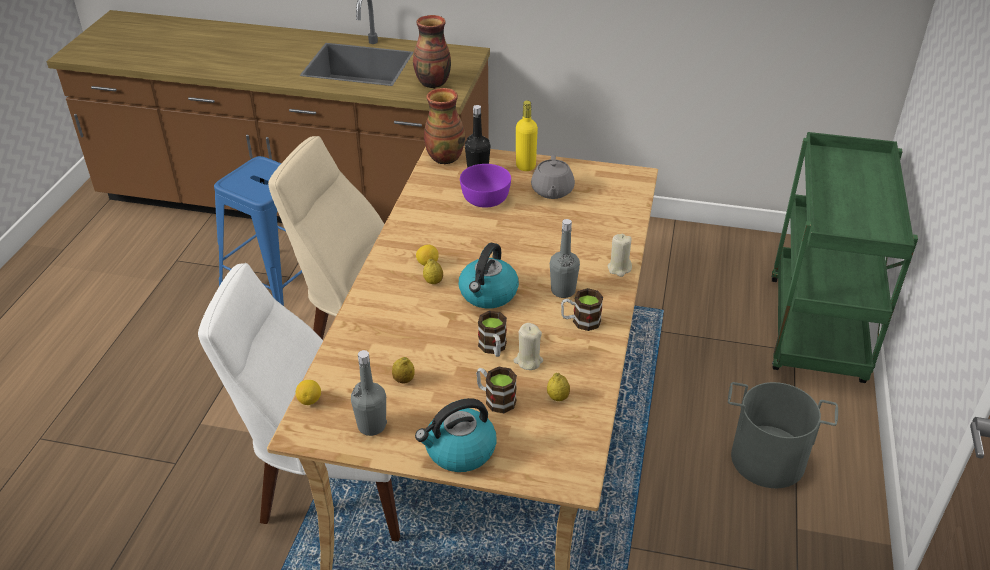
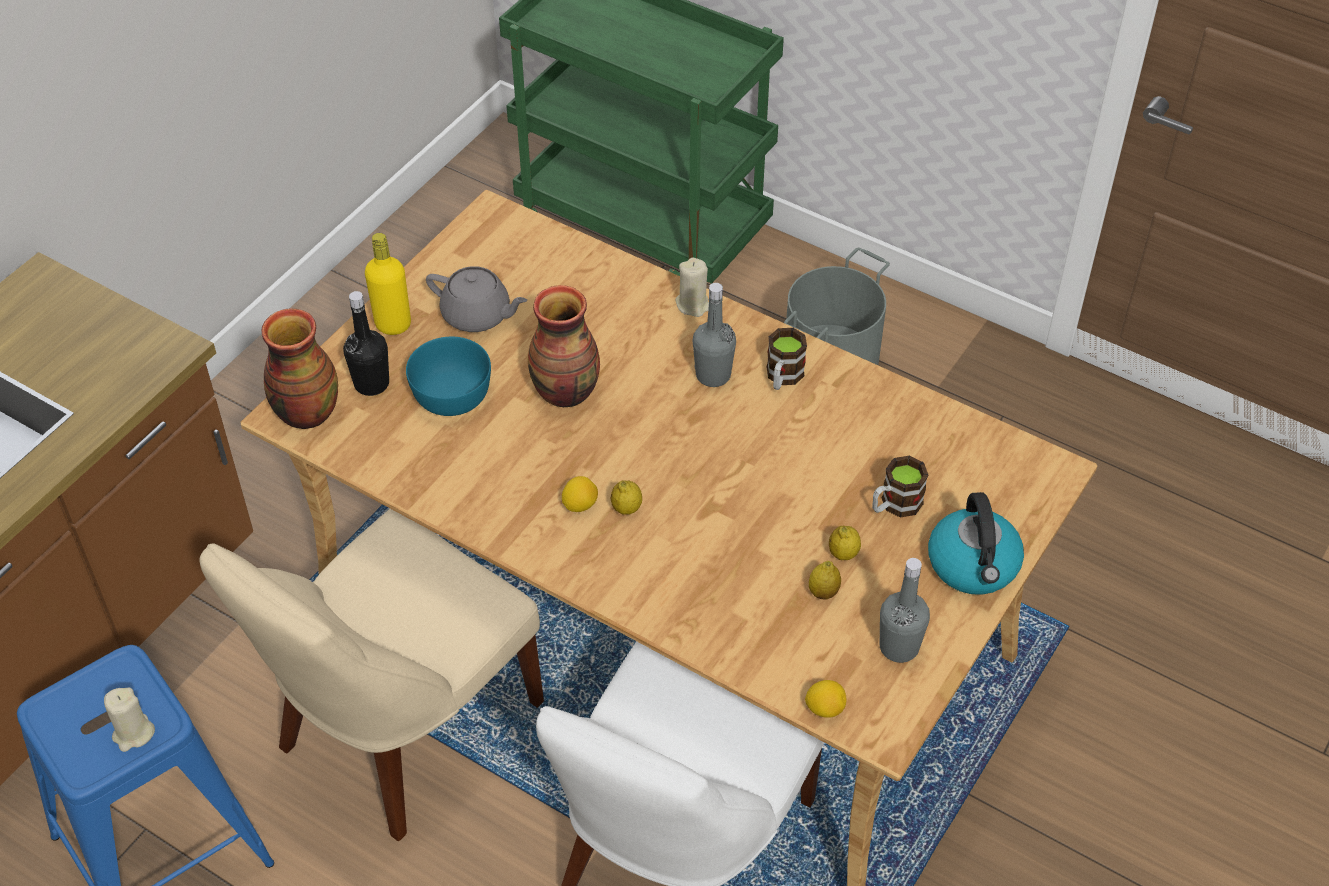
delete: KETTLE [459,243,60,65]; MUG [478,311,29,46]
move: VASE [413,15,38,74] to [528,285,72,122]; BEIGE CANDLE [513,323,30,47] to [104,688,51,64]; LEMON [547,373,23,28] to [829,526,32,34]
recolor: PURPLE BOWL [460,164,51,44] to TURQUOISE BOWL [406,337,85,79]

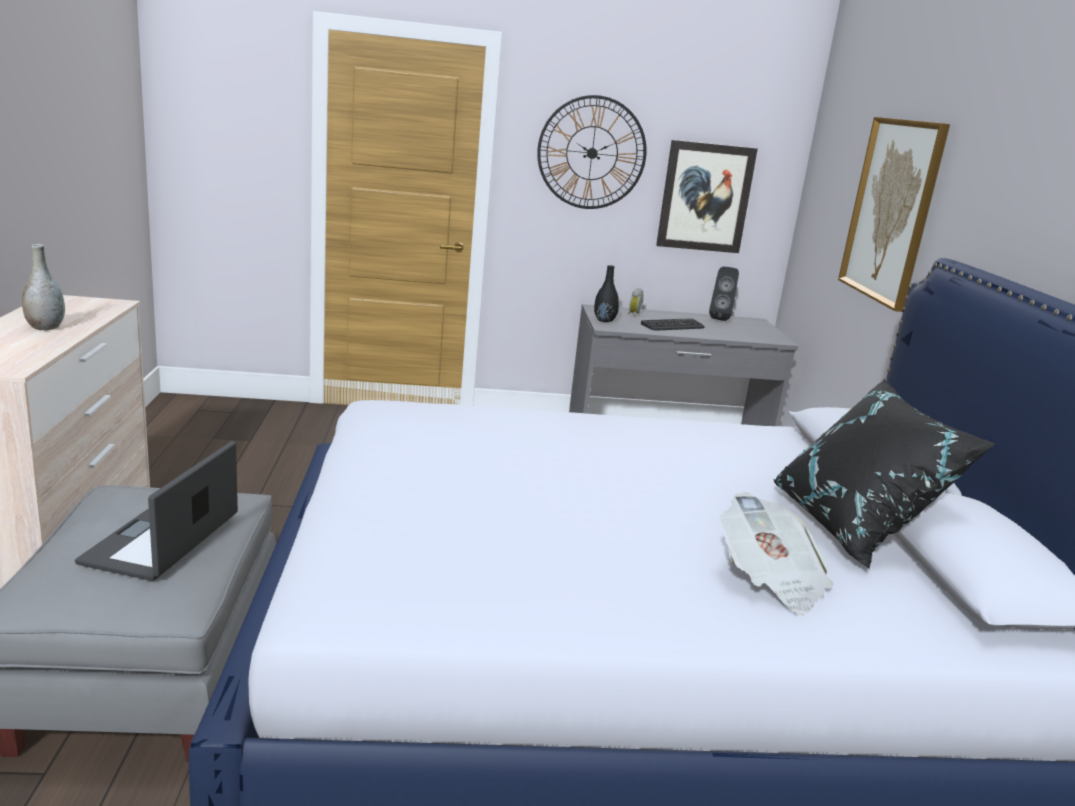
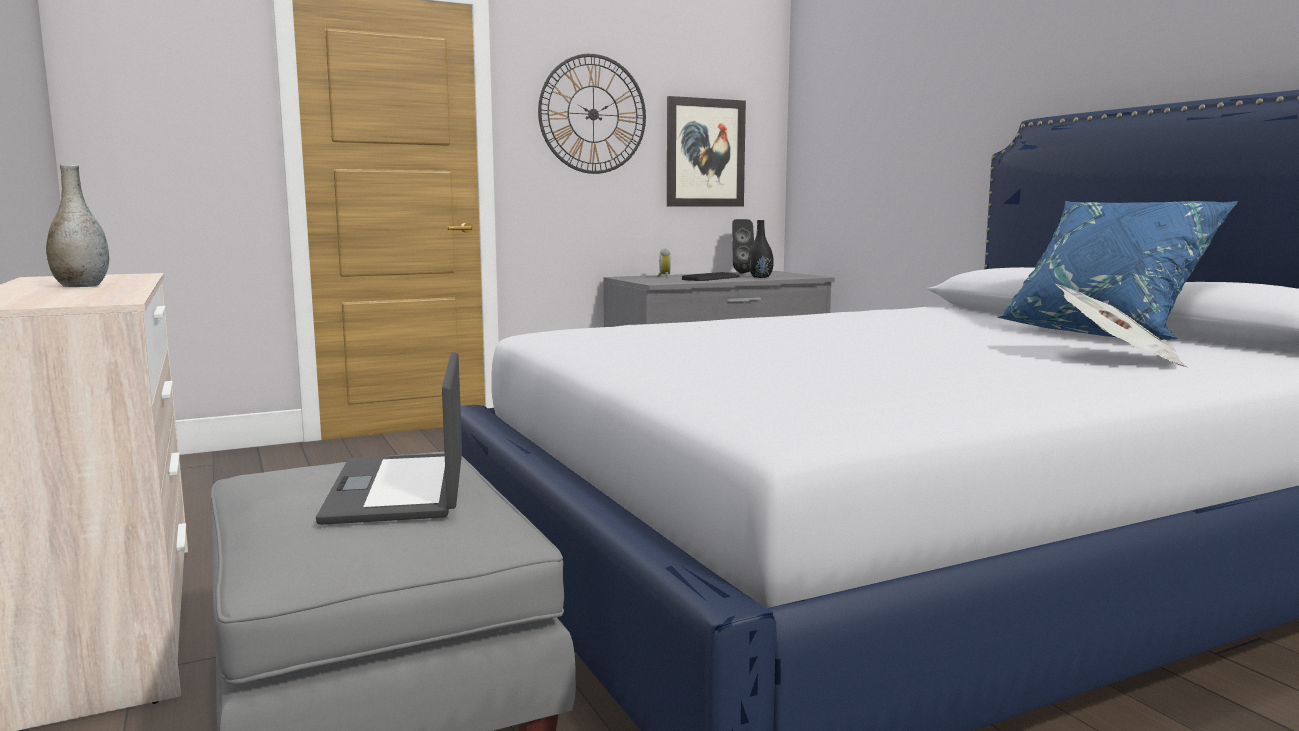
delete: PICTURE [838,117,112,195]
move: BLACK VASE [594,265,25,57] to [748,220,26,58]
recolor: BLACK PILLOW [773,379,223,190] to BLUE PILLOW [997,201,242,139]

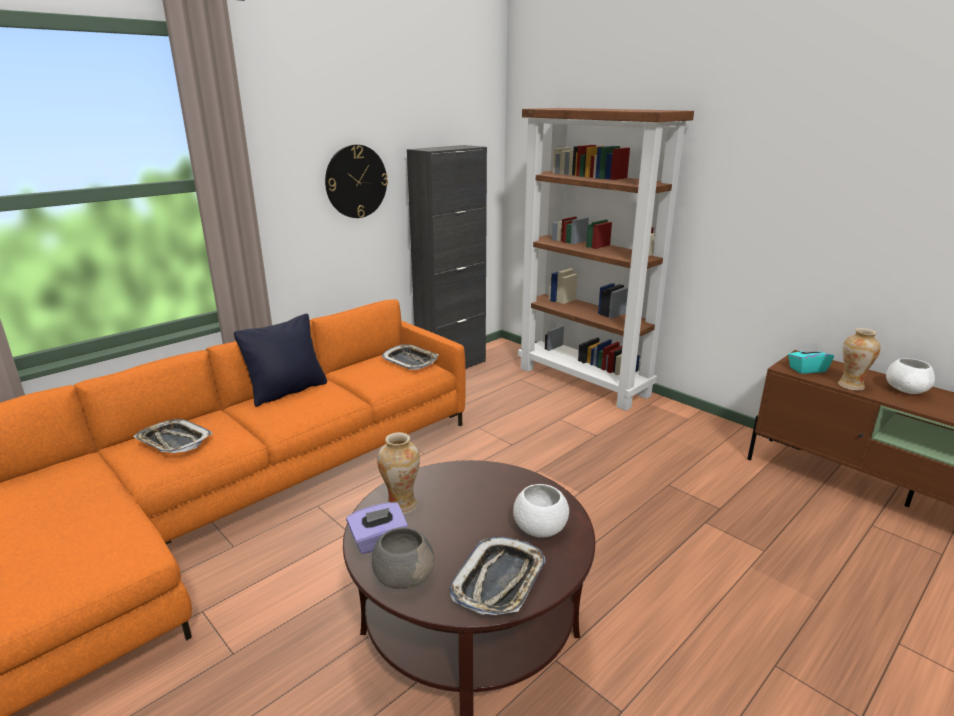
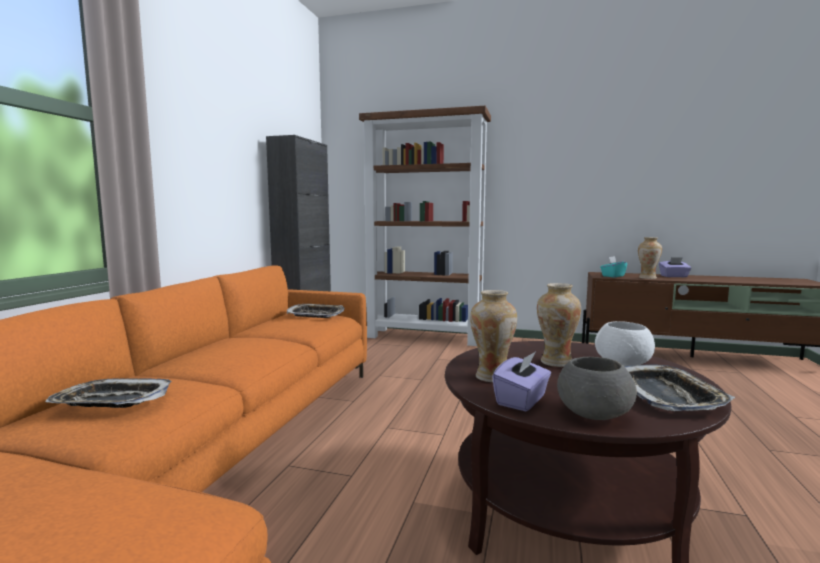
delete: WALL CLOCK [325,144,63,74]; BLACK PILLOW [234,313,93,94]
insert: VASE [537,283,44,84]
replace: WHITE BOWL [886,358,49,36] to PURPLE TISSUE BOX [659,257,32,20]

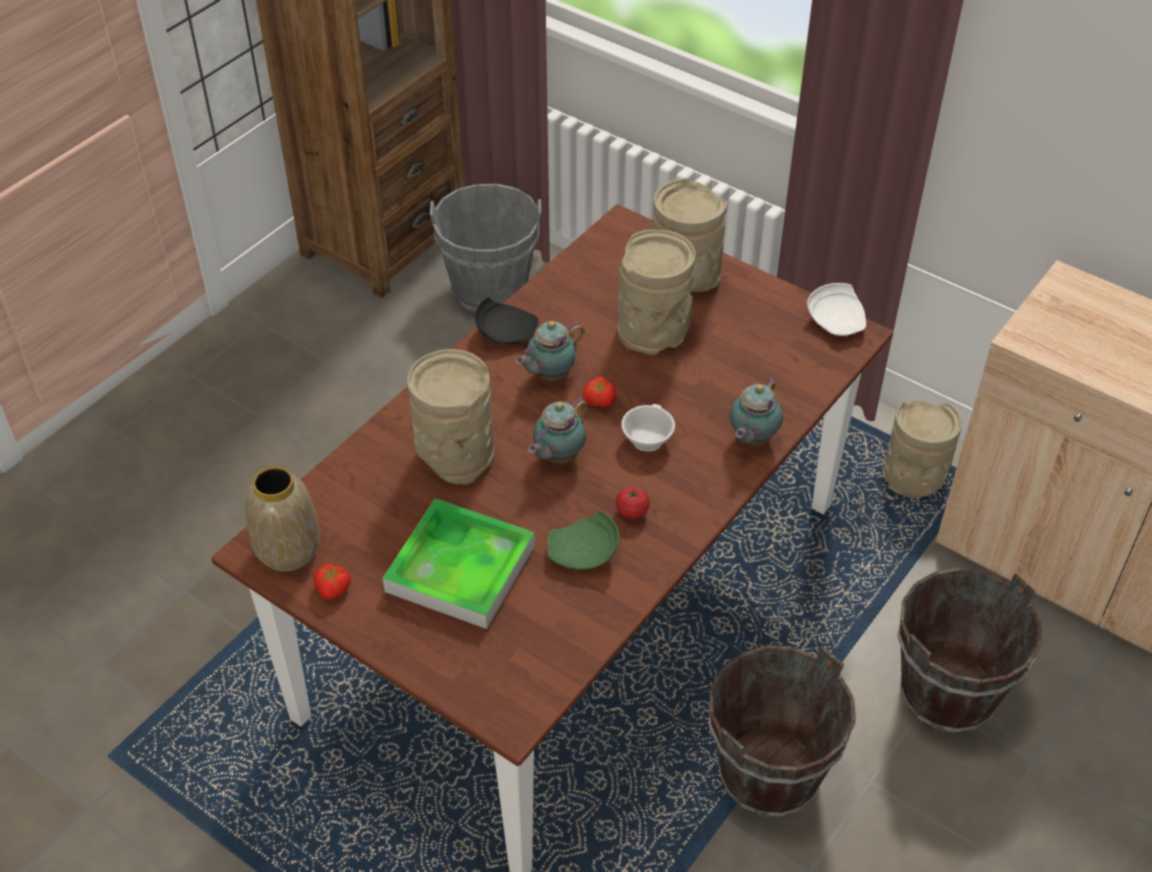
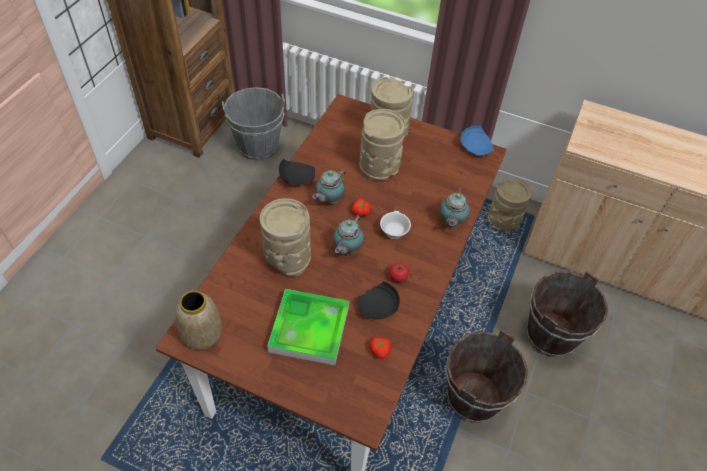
move: TOMATO [314,564,37,36] to [369,337,22,22]
recolor: WHITE PLATE [807,283,59,53] to BLUE PLATE [460,126,34,30]; GREEN PLATE [547,510,72,59] to BLACK PLATE [357,281,43,38]

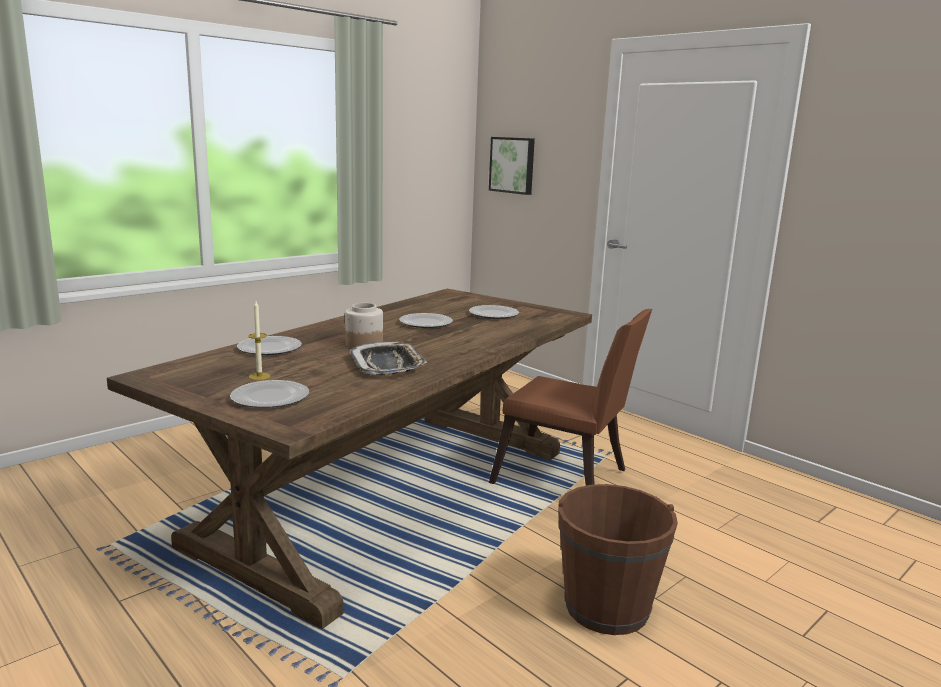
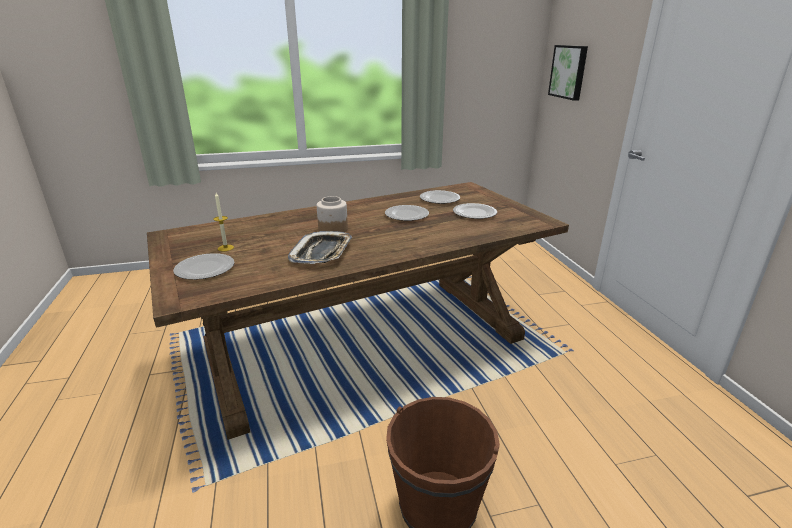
delete: BROWN CHAIR [489,309,163,177]
move: PLATE [237,336,65,19] to [420,190,40,14]

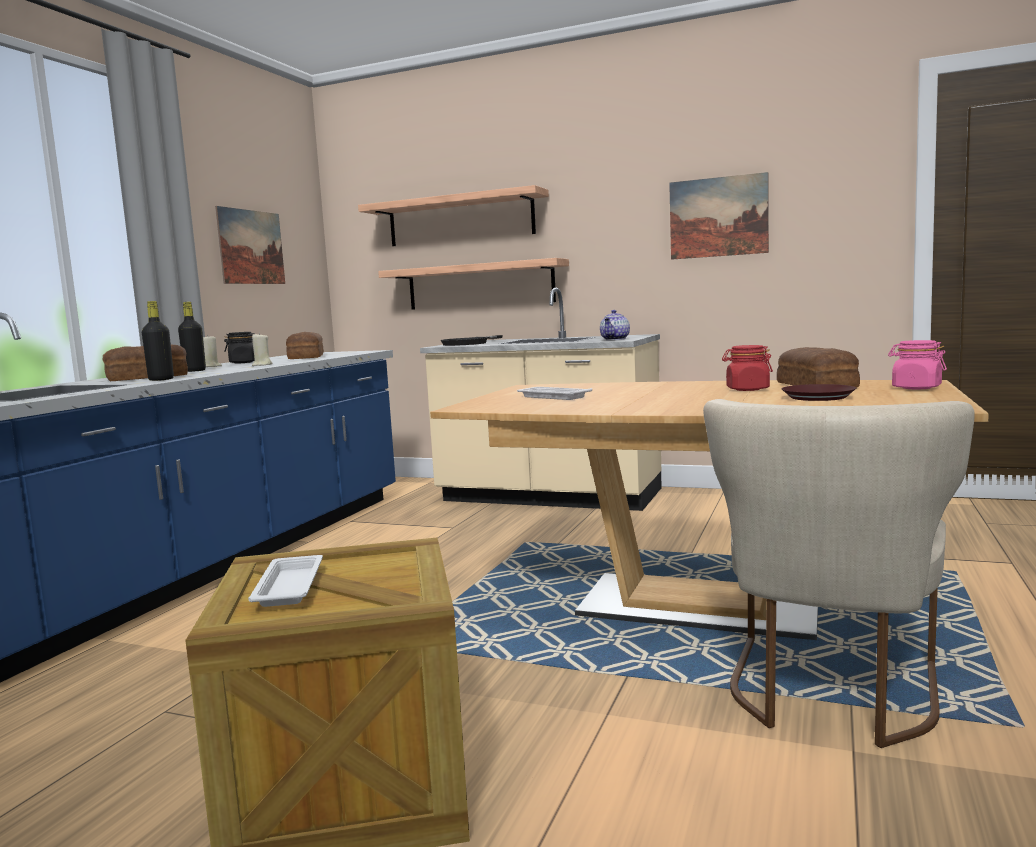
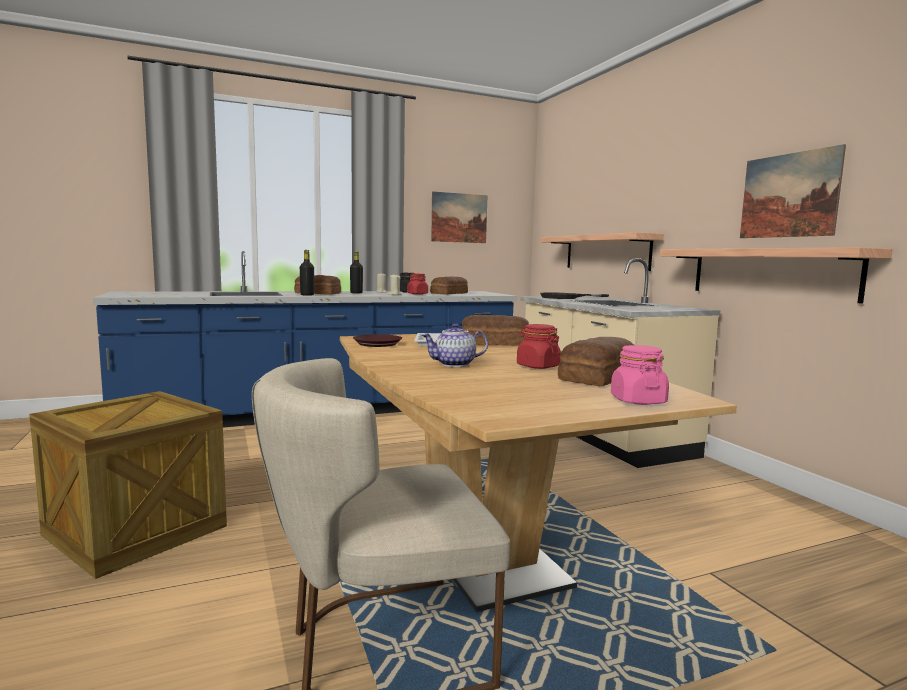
delete: WHITE TRAY [248,555,75,52]
insert: RED JAR [407,274,21,21]; BREAD [462,315,67,31]
move: SHELF [358,185,191,61] to [660,247,233,57]; TEAPOT [600,310,30,30] to [422,323,66,44]; BROWN PLATE [782,384,74,17] to [353,334,49,13]

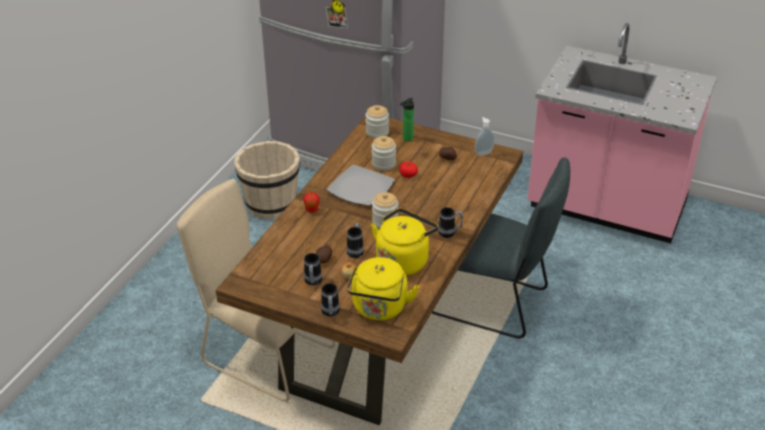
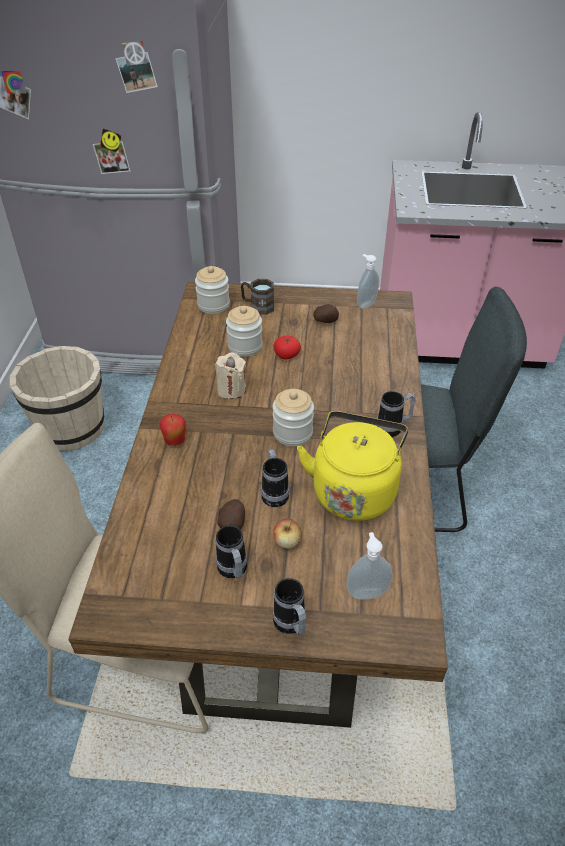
replace: BOTTLE [400,98,14,44] to BROWN MUG [241,279,33,36]; PLATE [327,165,68,41] to BEIGE CANDLE [215,352,31,47]; YELLOW KETTLE [347,257,72,63] to SOAP DISPENSER [346,532,46,68]

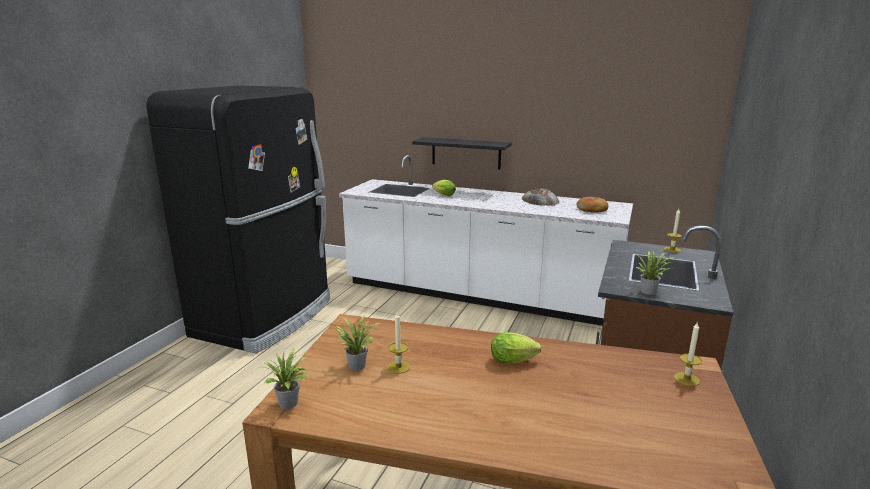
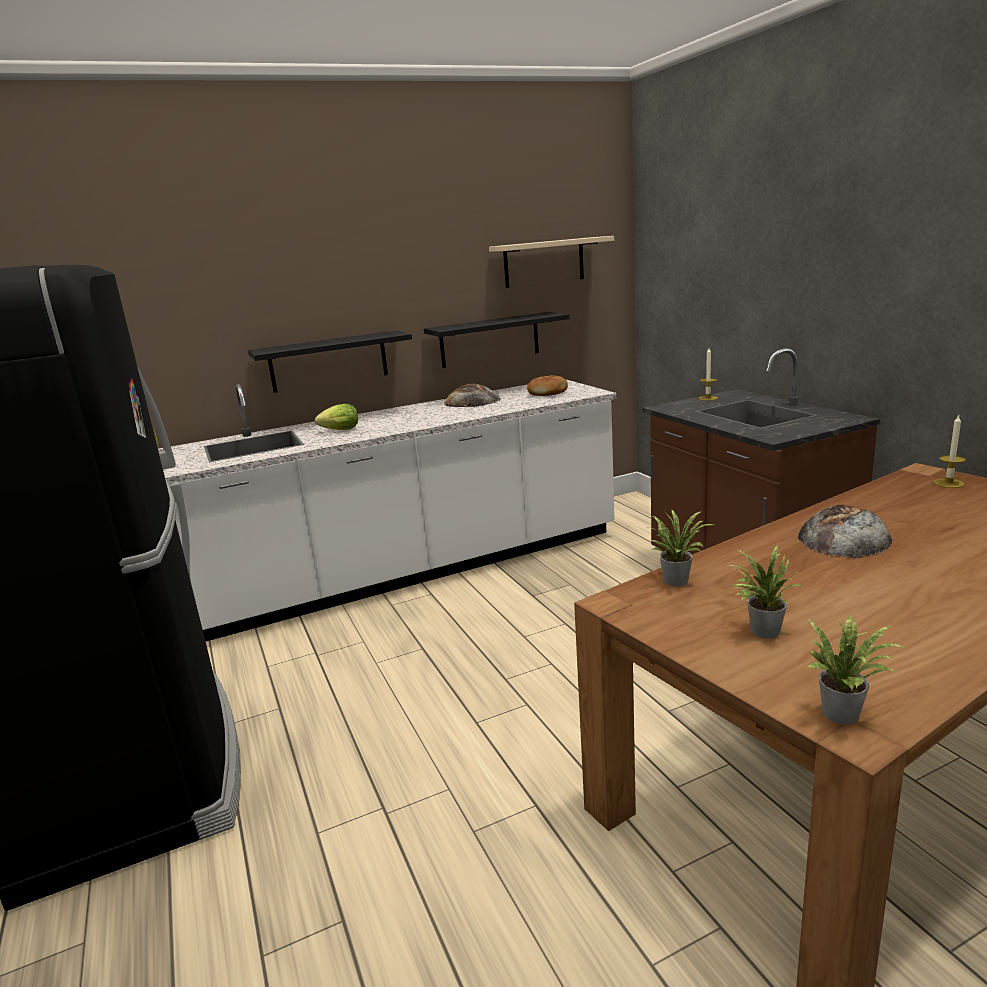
delete: CANDLE [387,312,23,62]
insert: BEIGE SHELF [489,236,125,52]; BLACK SHELF [424,312,146,56]
move: POTTED PLANT [636,251,37,44] to [648,509,65,77]
replace: LETTUCE [491,332,50,31] to BREAD [797,504,95,54]

